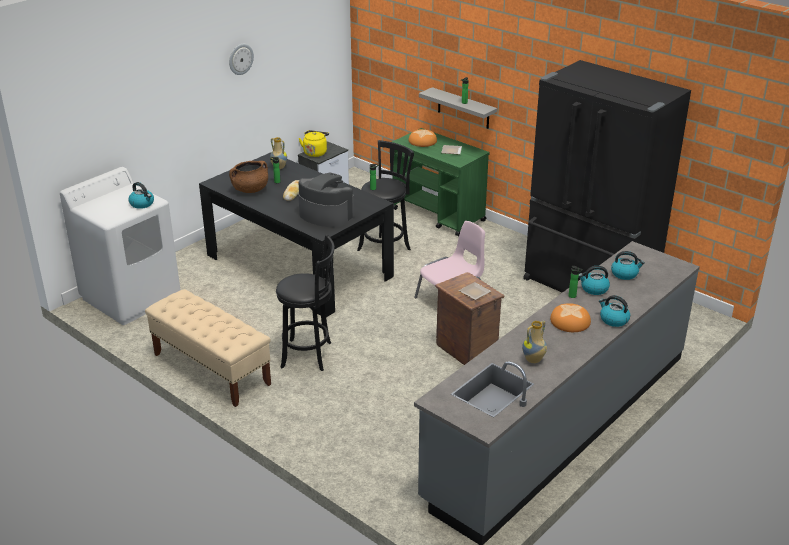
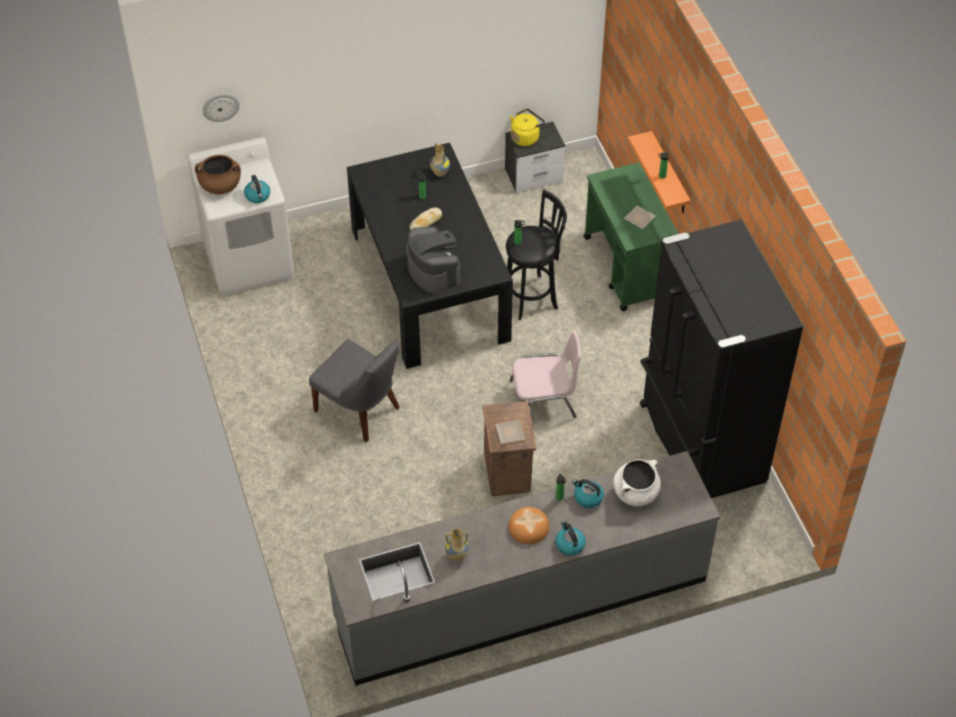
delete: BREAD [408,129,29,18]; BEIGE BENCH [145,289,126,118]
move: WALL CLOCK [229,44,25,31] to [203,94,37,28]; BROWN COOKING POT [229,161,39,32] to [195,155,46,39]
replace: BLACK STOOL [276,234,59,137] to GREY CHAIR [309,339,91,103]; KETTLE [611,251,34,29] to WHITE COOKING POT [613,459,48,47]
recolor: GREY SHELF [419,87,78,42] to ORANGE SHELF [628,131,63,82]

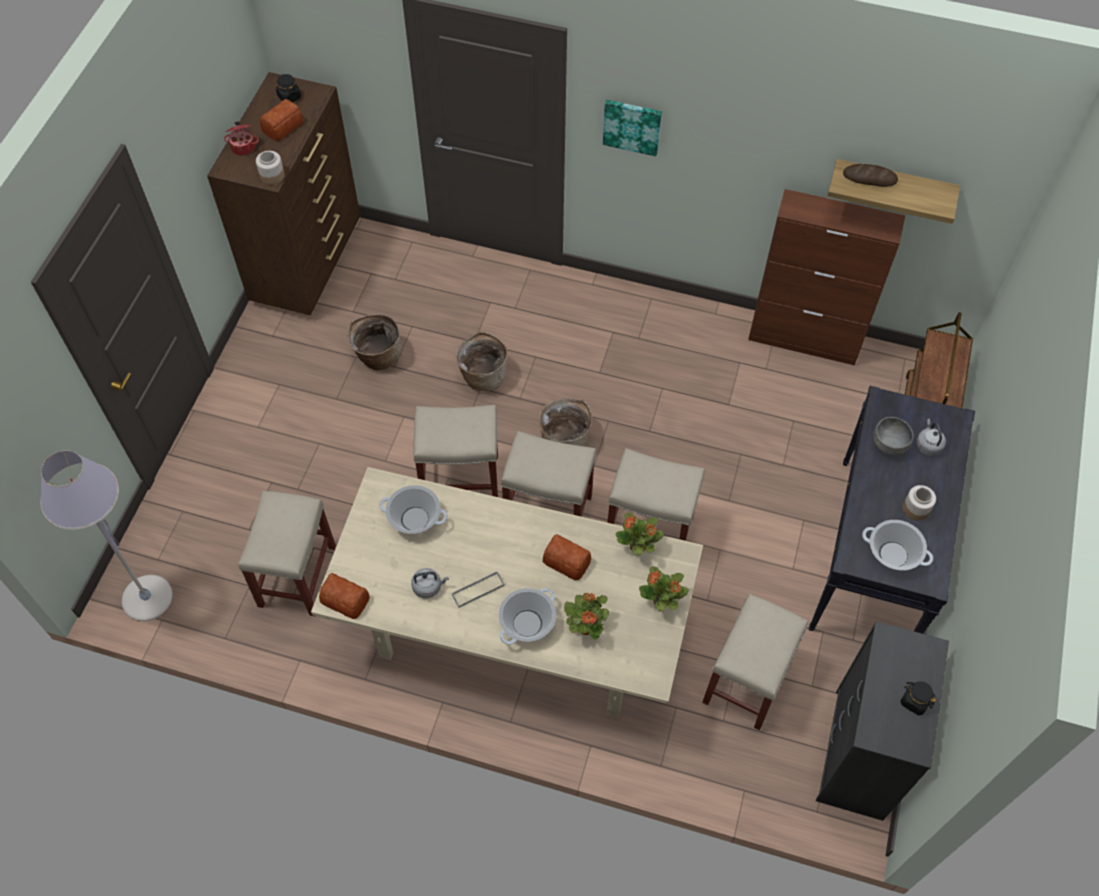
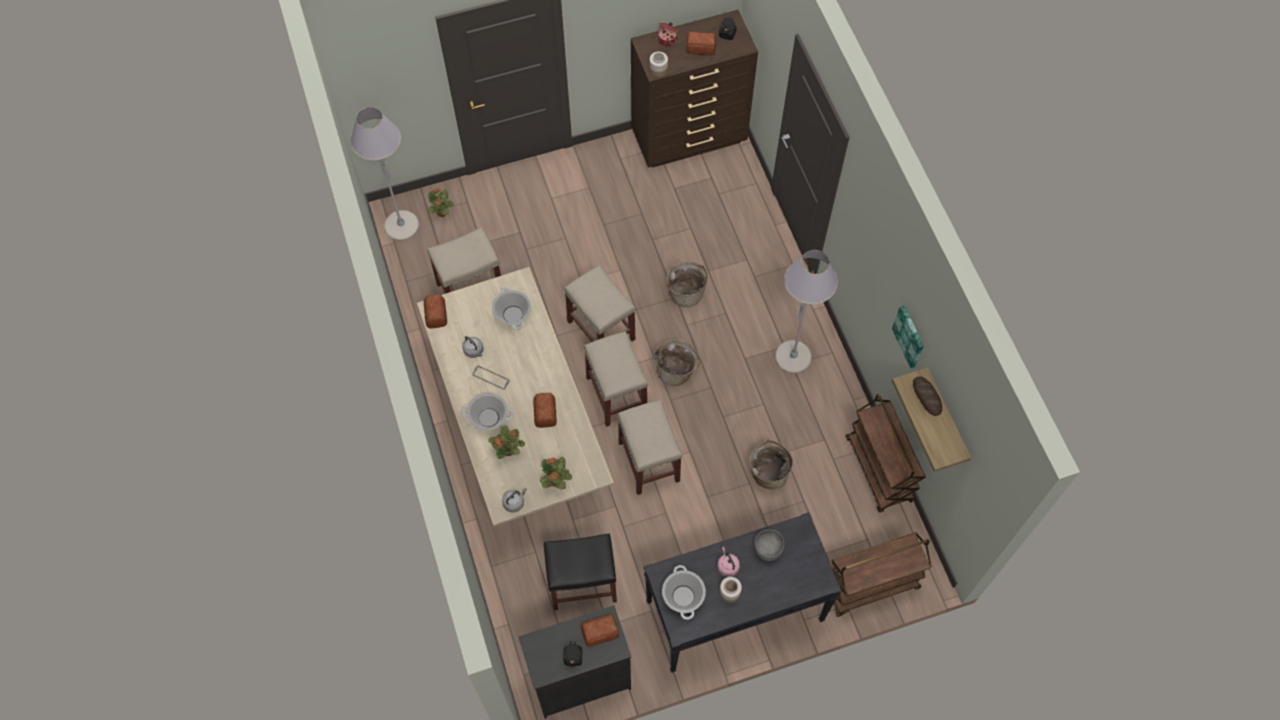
insert: GREY FLOOR LAMP [775,250,63,123]; PINK KETTLE [717,547,23,30]; BREAD [581,614,38,33]
move: PICTURE [603,100,59,56] to [892,305,32,63]; BASKET [348,314,53,57] to [749,440,44,49]; GREY KETTLE [916,419,30,37] to [502,488,25,24]; POTTED PLANT [616,512,48,43] to [427,188,27,29]
replace: BROWN CABINET [748,189,157,176] to BROWN CART [846,394,80,119]
recolor: BEIGE STOOL [702,594,106,137] to BLACK STOOL [544,534,73,76]

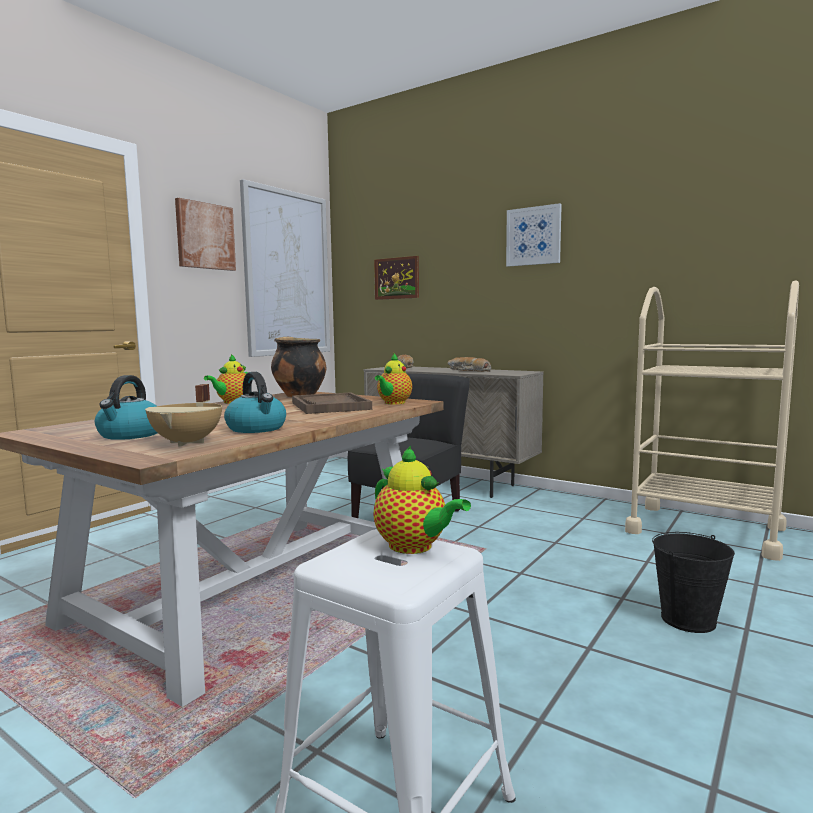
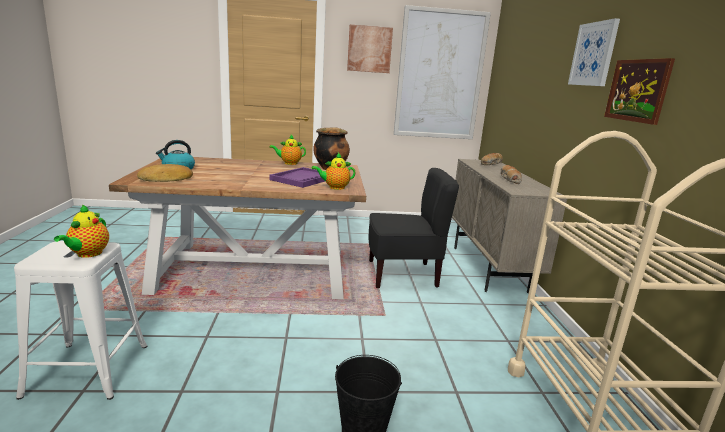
delete: KETTLE [224,372,62,61]
move: PICTURE [374,256,45,44] to [604,58,71,67]
replace: BEIGE COOKING POT [145,384,77,63] to BREAD [137,164,56,18]
recolor: BROWN TRAY [292,392,80,22] to PURPLE TRAY [269,167,56,21]

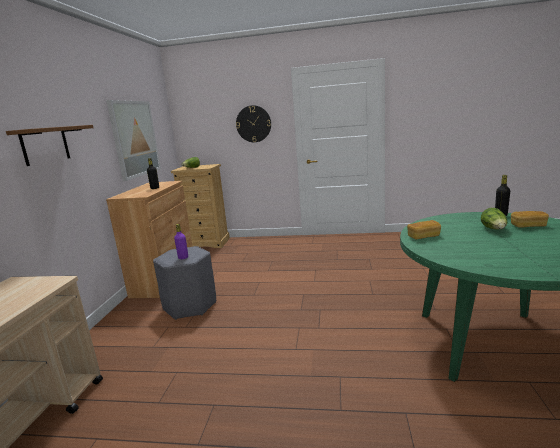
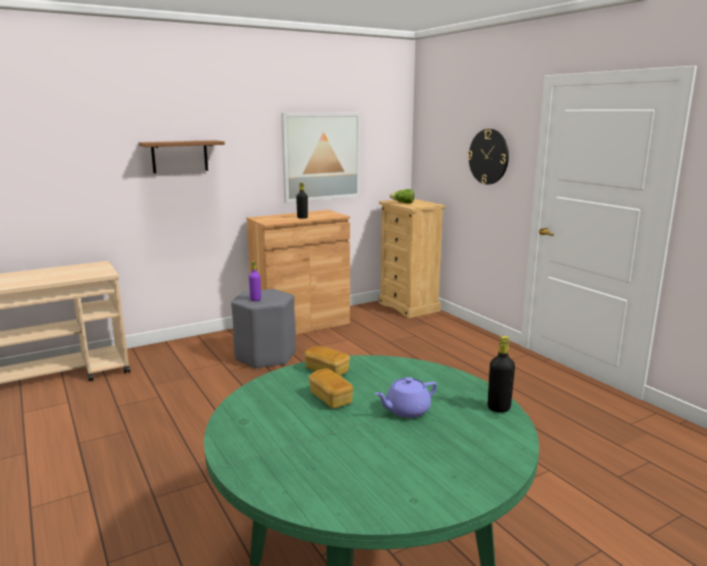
move: BREAD [511,211,38,17] to [309,369,44,40]
replace: LETTUCE [481,208,27,22] to PURPLE TEAPOT [375,377,62,41]

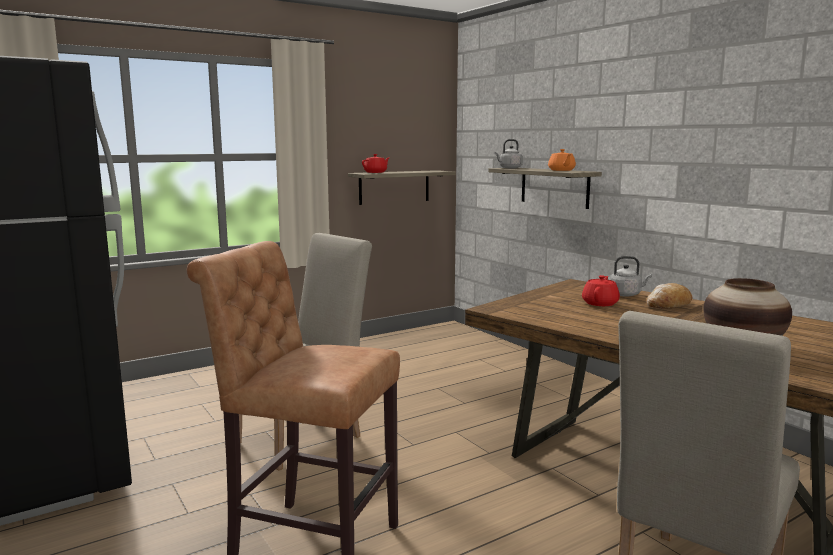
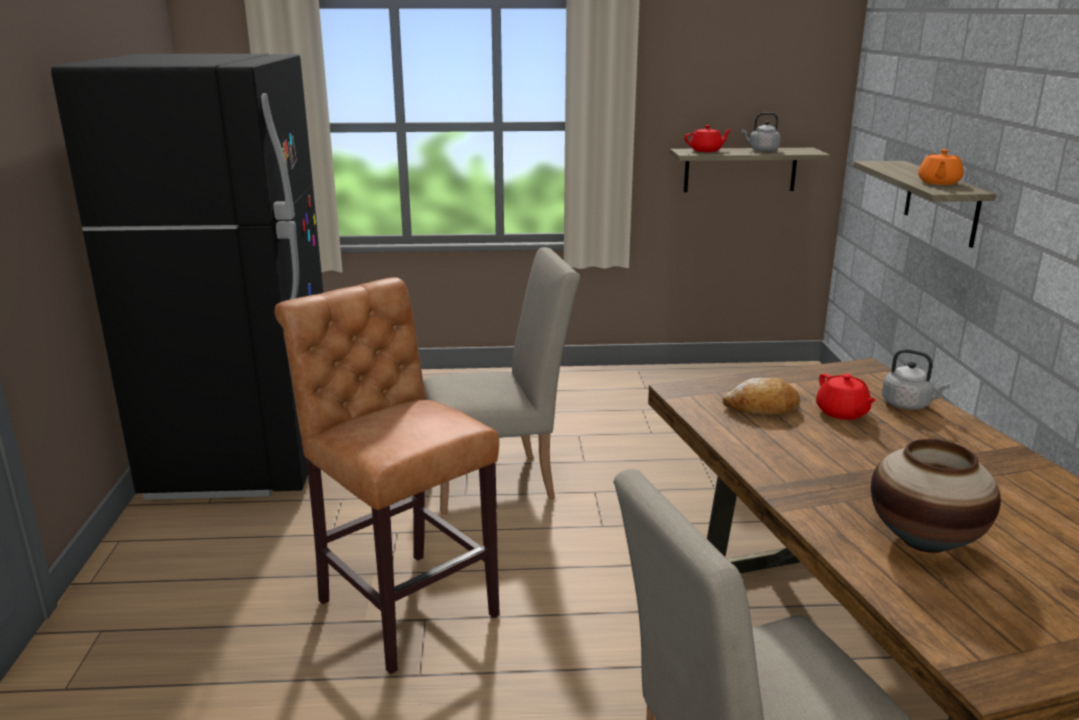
move: GREY KETTLE [495,139,28,29] to [742,112,39,40]; BREAD [647,283,46,25] to [722,378,78,37]
rotate: RED TEAPOT [582,275,38,31] = [816,373,61,47] 105 degrees clockwise

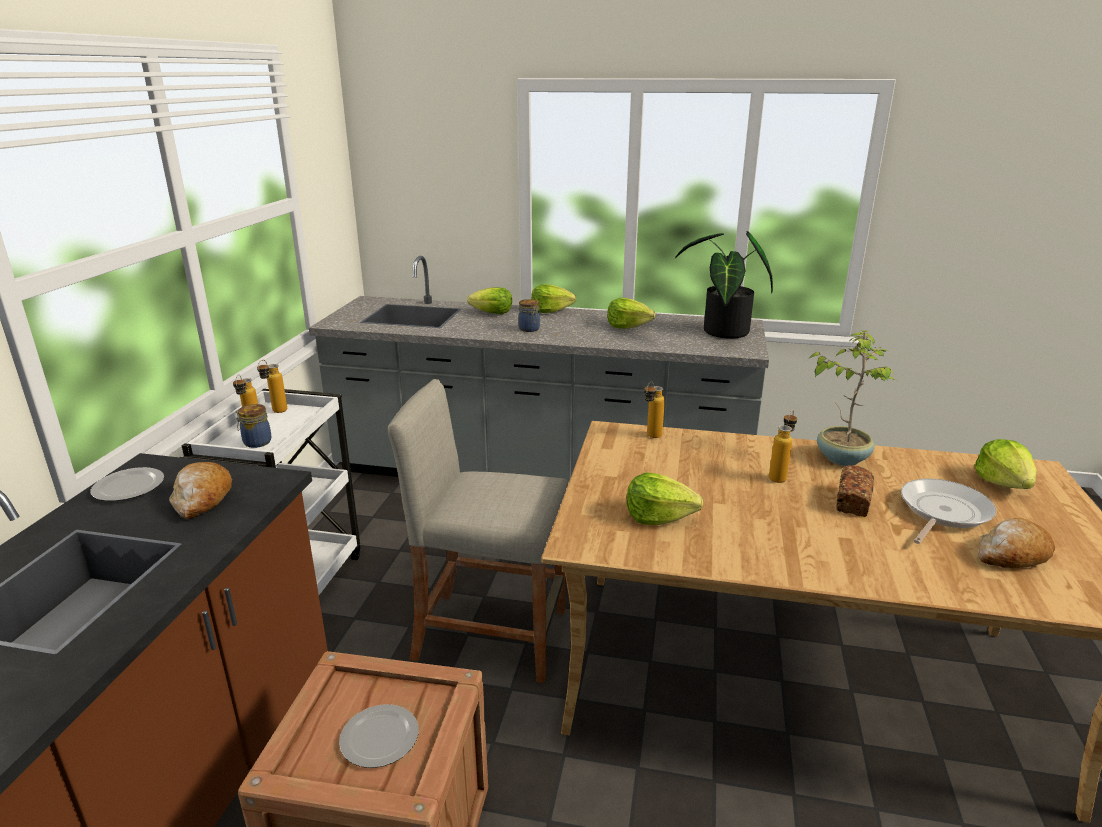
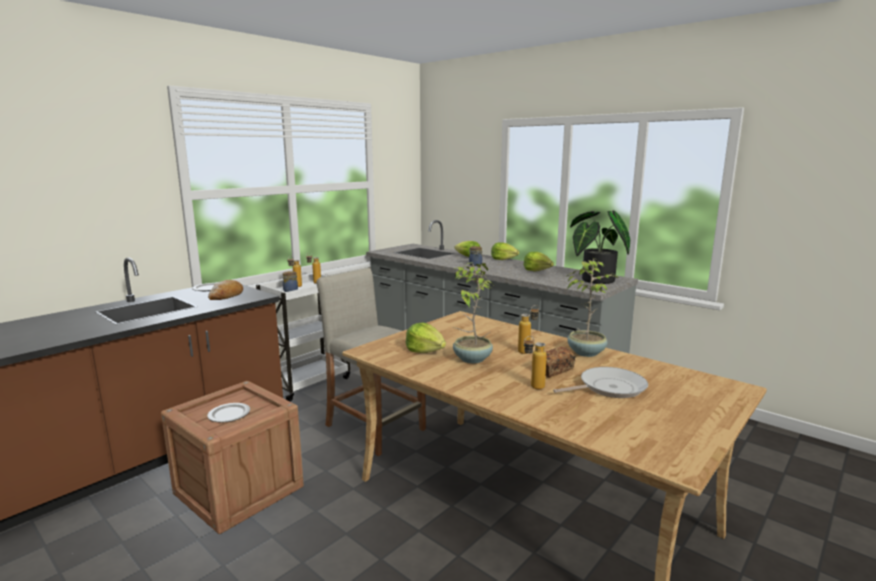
delete: LETTUCE [975,439,62,50]; BREAD [978,518,77,50]
insert: POTTED PLANT [453,262,40,101]
move: BOTTLE [644,382,21,56] to [524,336,23,53]

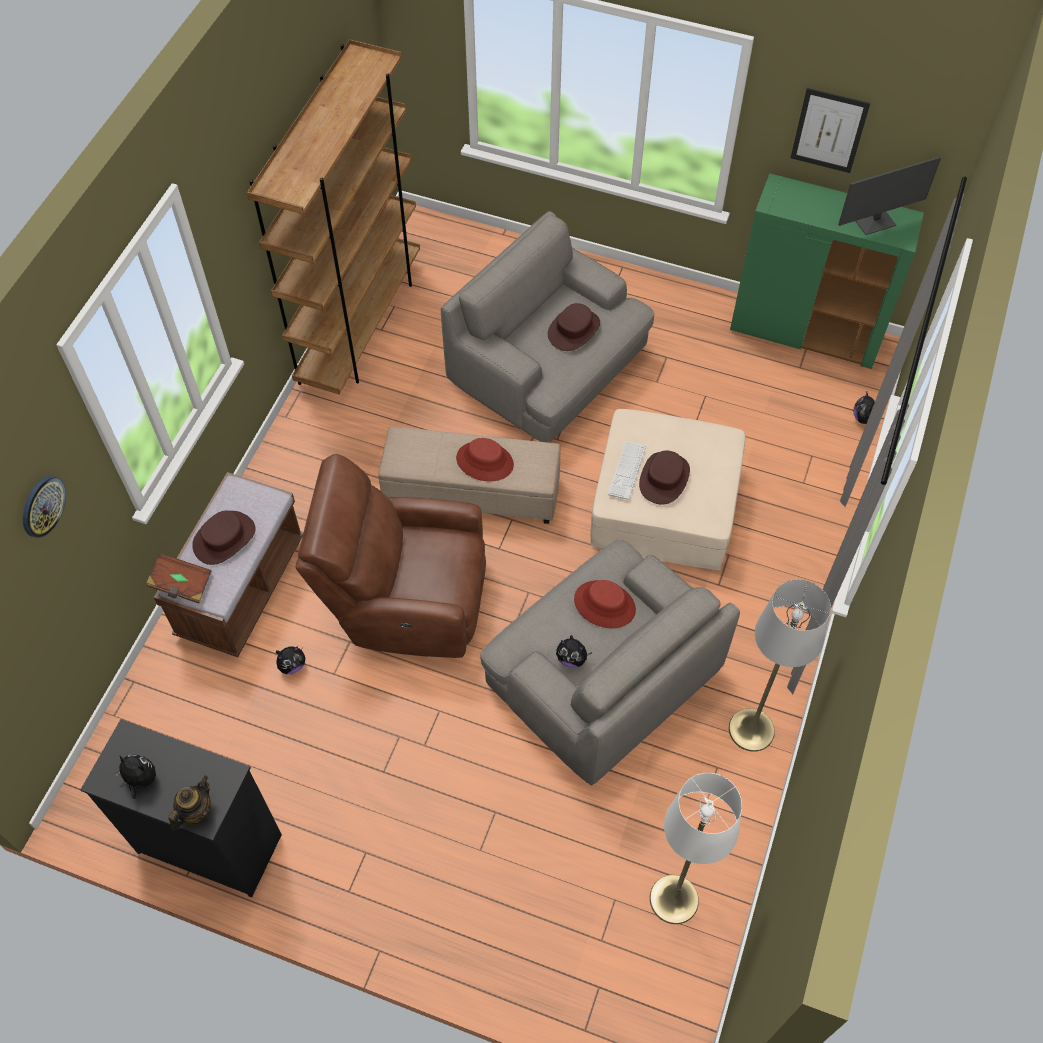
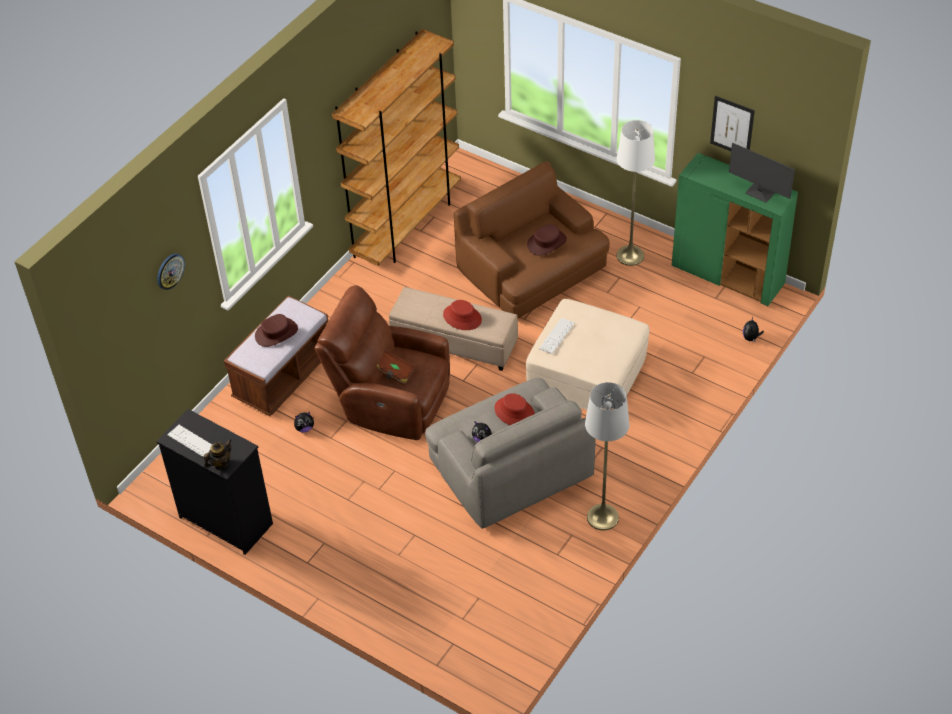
delete: BROWN HAT [639,451,51,54]
move: BROWN BOOK [146,553,66,50] to [376,350,40,35]; WHITE FLOOR LAMP [650,773,92,151] to [616,120,39,146]
replace: PLUSH TOY [114,754,42,45] to KEYBOARD [167,425,45,32]
recolor: GREY ARMCHAIR [441,211,213,232] to BROWN ARMCHAIR [454,161,156,158]
rotate: MONITOR [838,156,103,79] = [729,143,66,60] 45 degrees clockwise

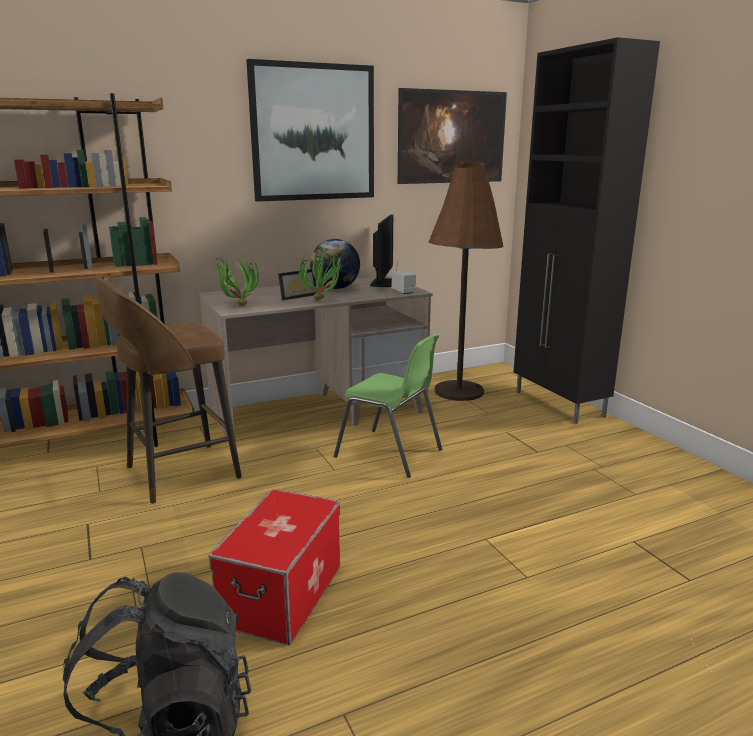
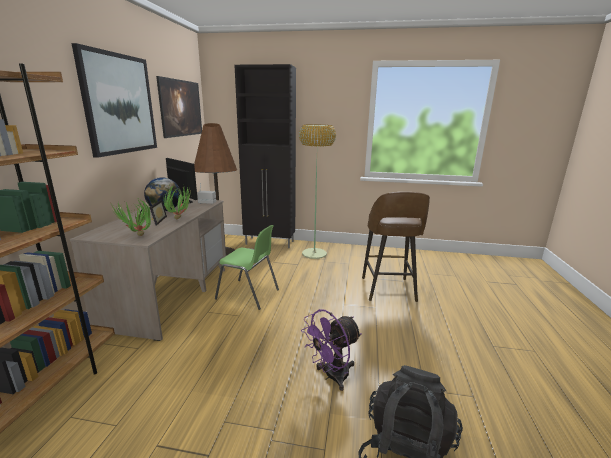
insert: FLOOR LAMP [299,124,37,135]
move: BROWN STOOL [96,278,146,226] to [362,192,68,110]
replace: STORAGE BOX [208,489,132,156] to PURPLE FAN [301,309,61,82]
rotate: GREEN CHAIR [334,334,108,144] = [215,225,64,85] 45 degrees clockwise

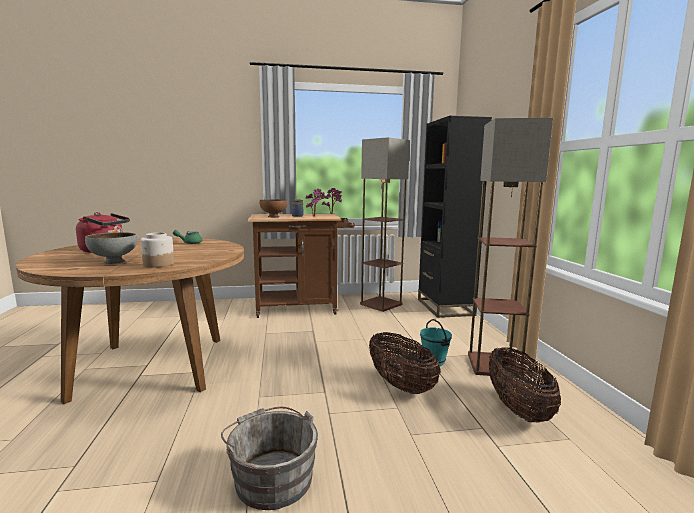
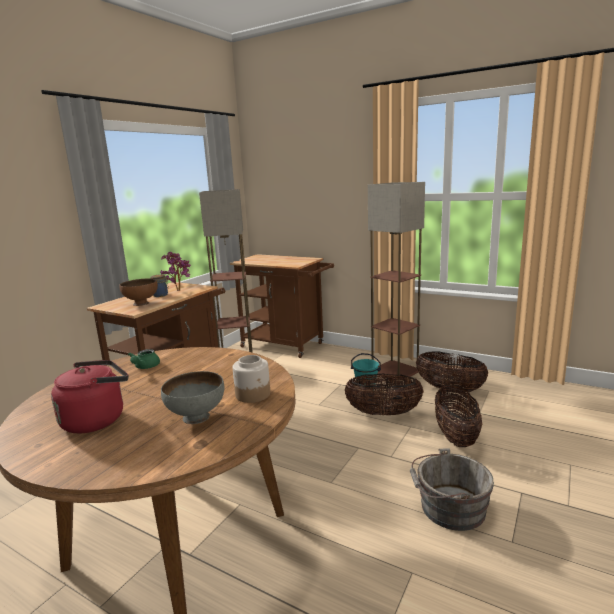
insert: BASKET [435,385,48,62]
replace: BLACK BOOKCASE [418,116,74,202] to BROWN CART [230,254,104,104]

